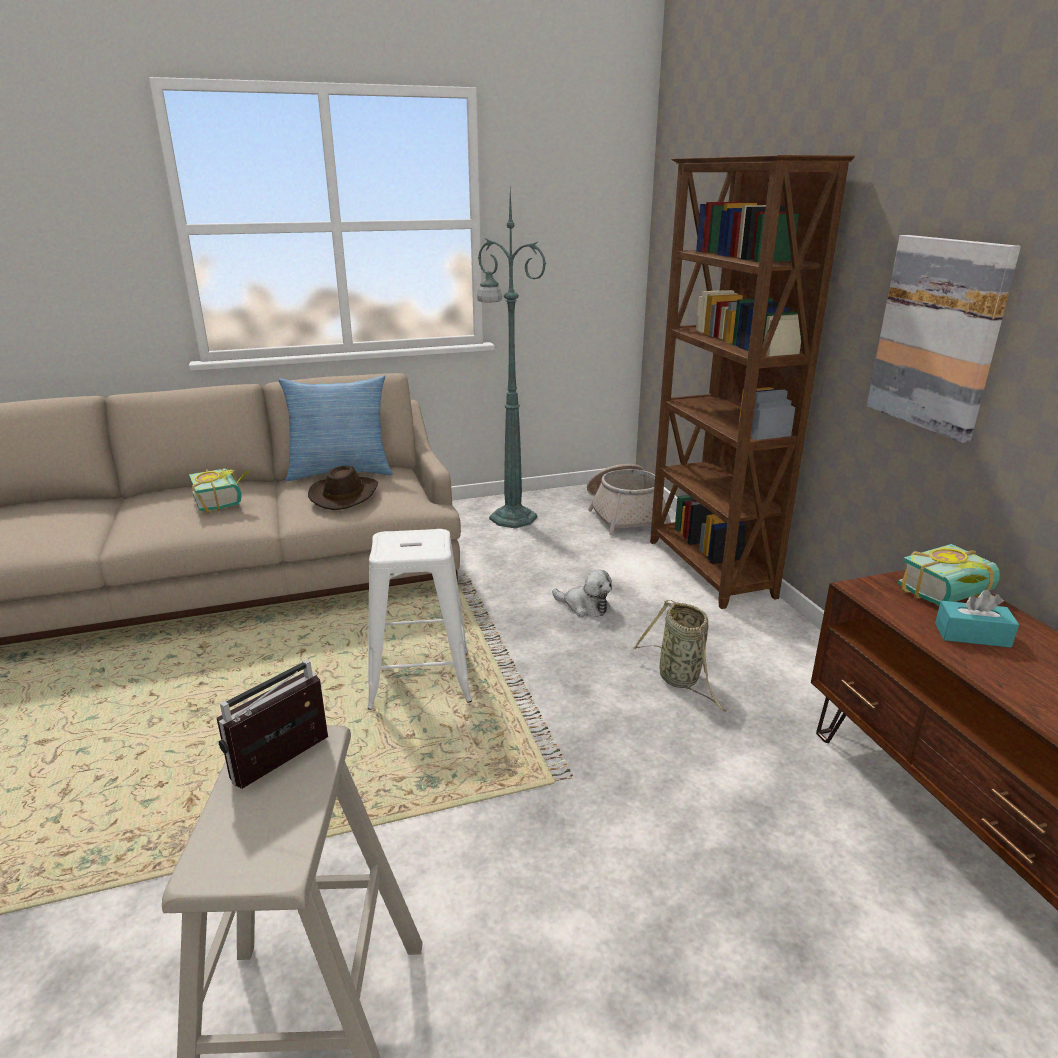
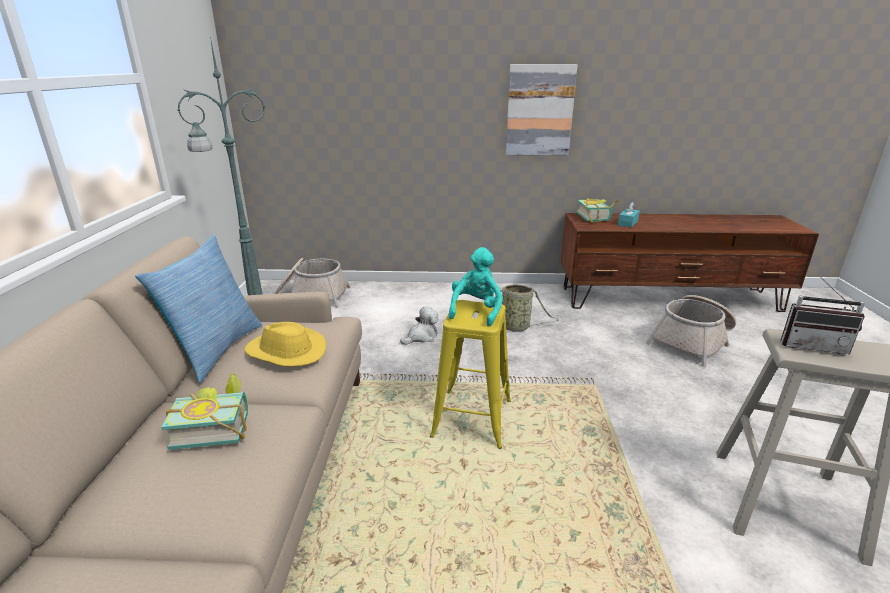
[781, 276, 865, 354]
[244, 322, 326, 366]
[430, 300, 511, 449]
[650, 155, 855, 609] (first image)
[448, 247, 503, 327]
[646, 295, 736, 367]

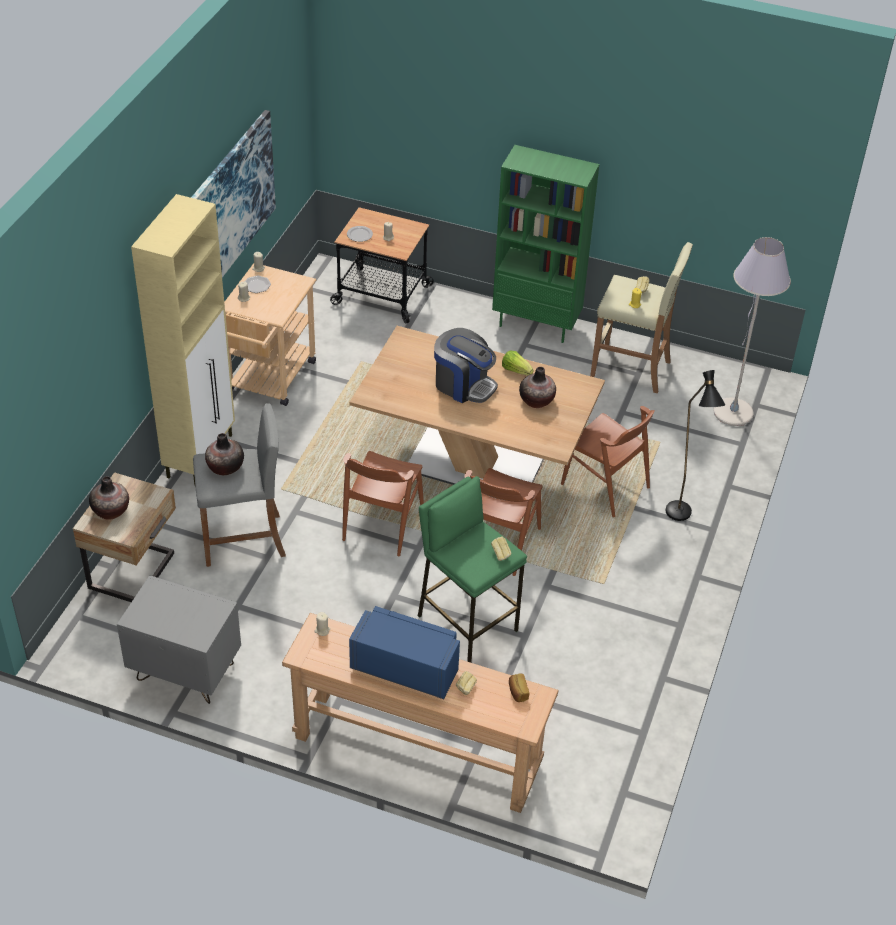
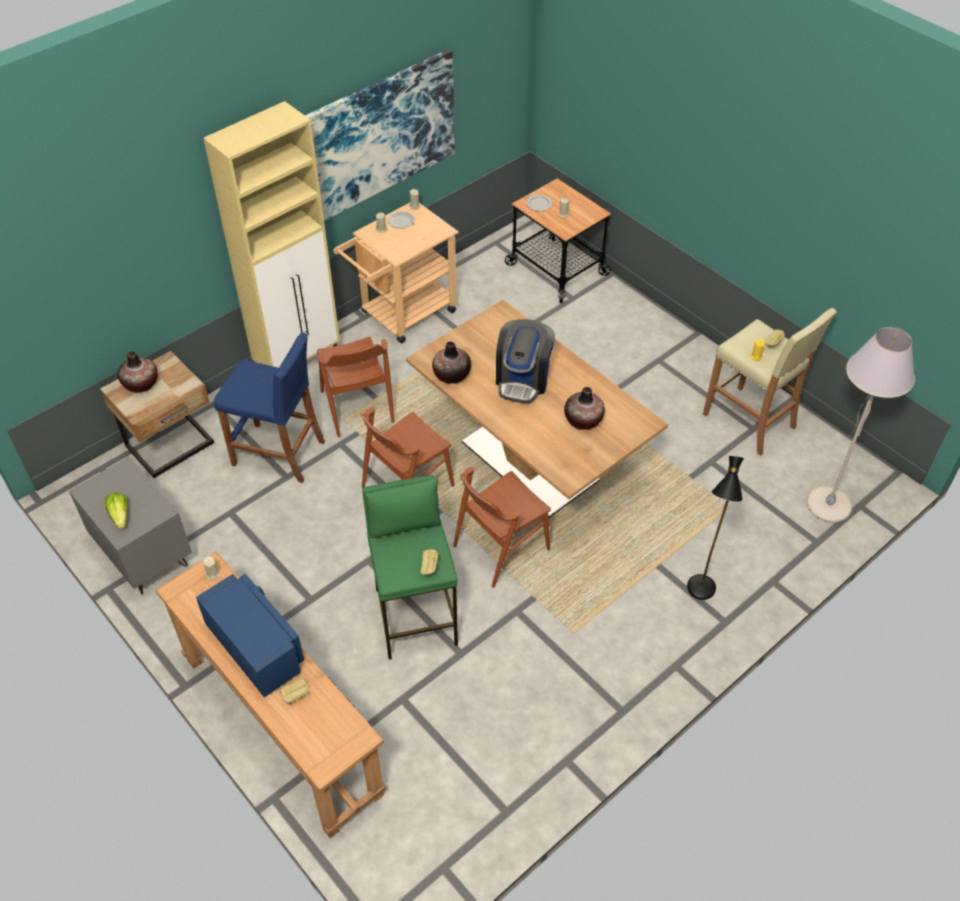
[214, 332, 325, 483]
[432, 341, 471, 384]
[496, 319, 555, 403]
[492, 145, 599, 343] (first image)
[105, 492, 128, 529]
[509, 673, 529, 702] (first image)
[317, 337, 395, 437]

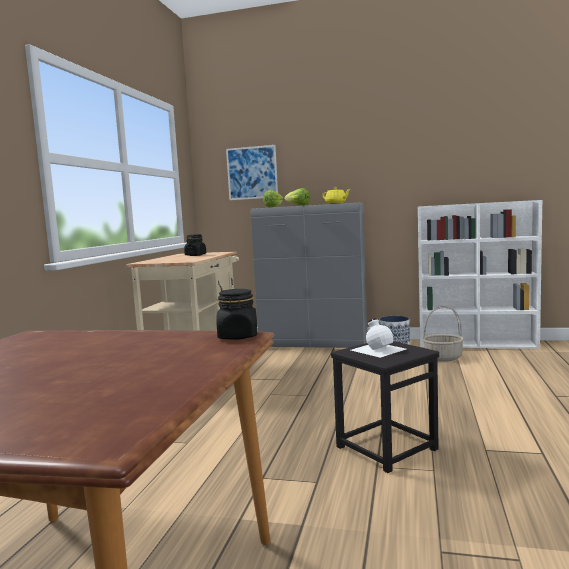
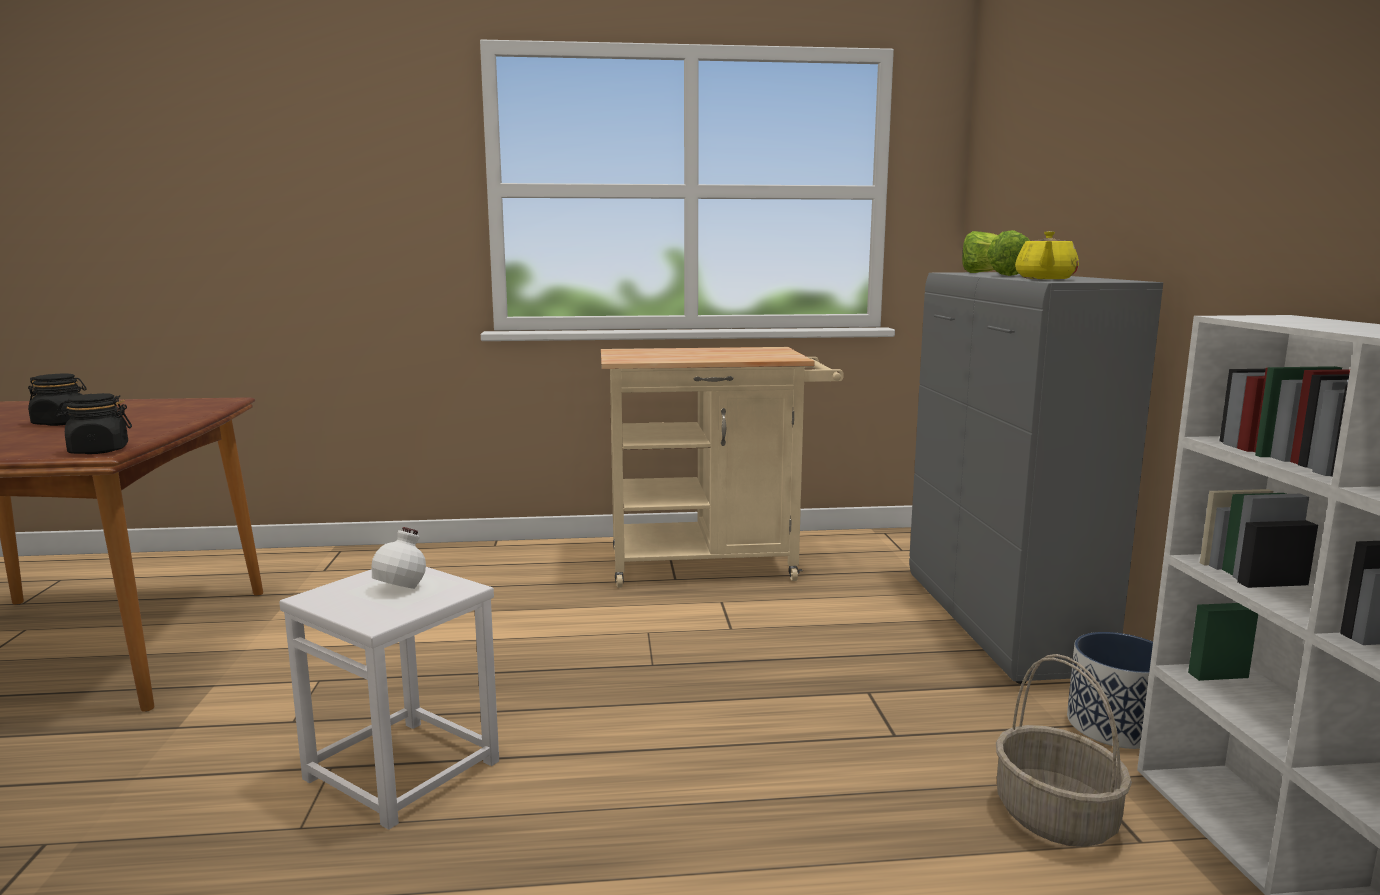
[28, 374, 87, 426]
[226, 145, 278, 200] (first image)
[279, 567, 499, 830]

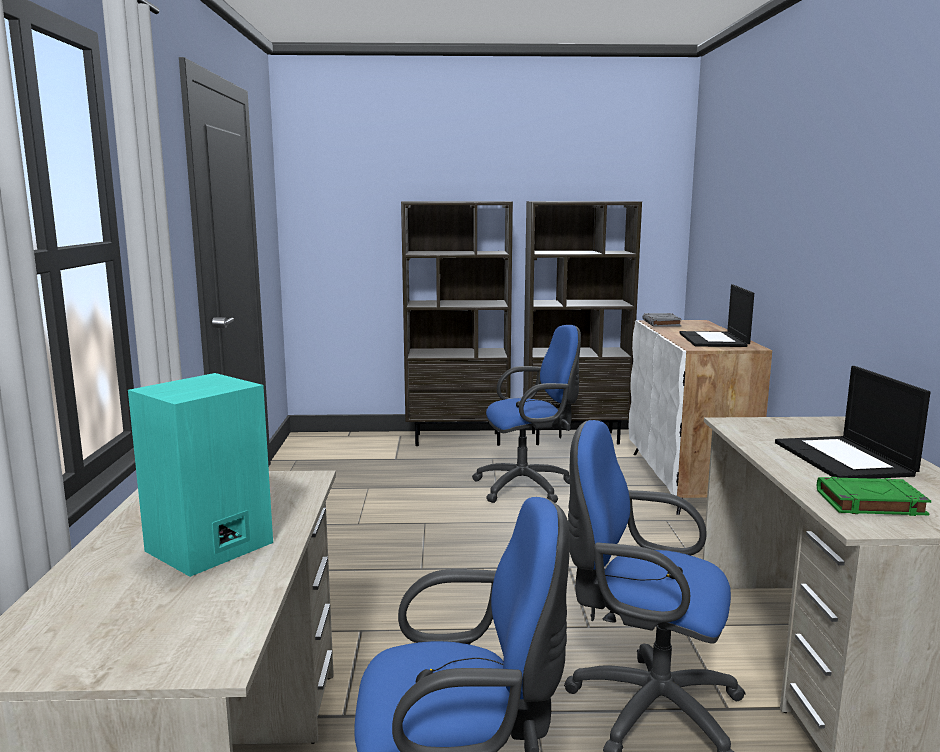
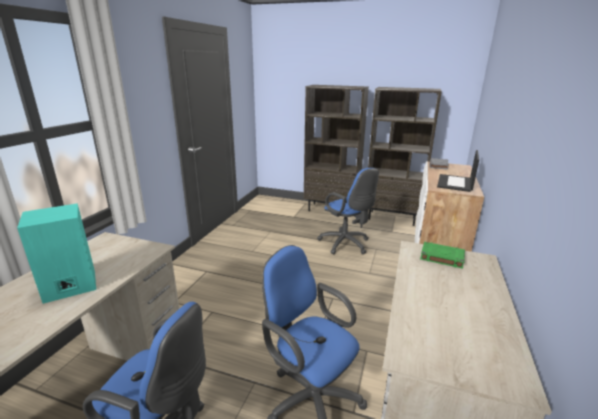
[318, 168, 379, 254]
[775, 366, 930, 479] (first image)
[420, 242, 465, 269]

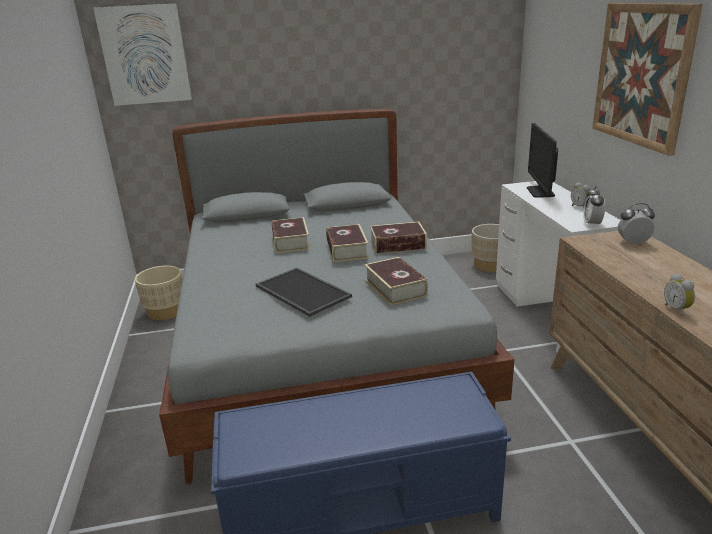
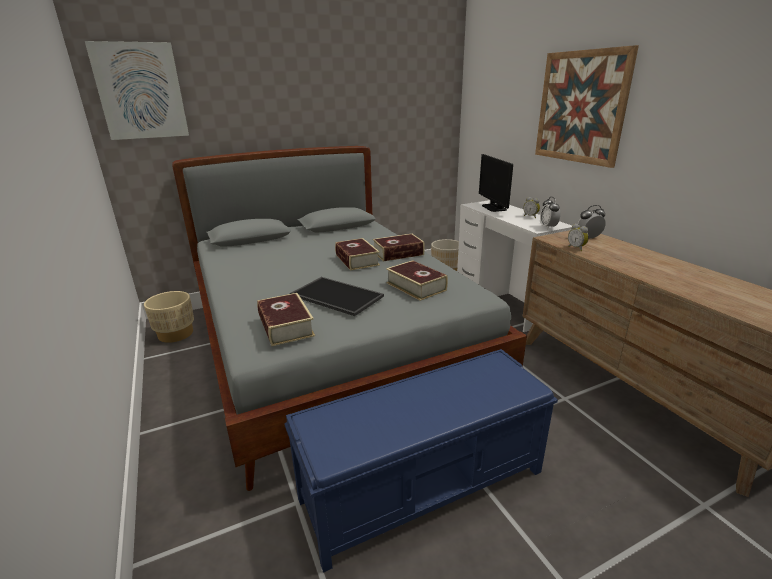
[257, 293, 315, 346]
[568, 224, 589, 251]

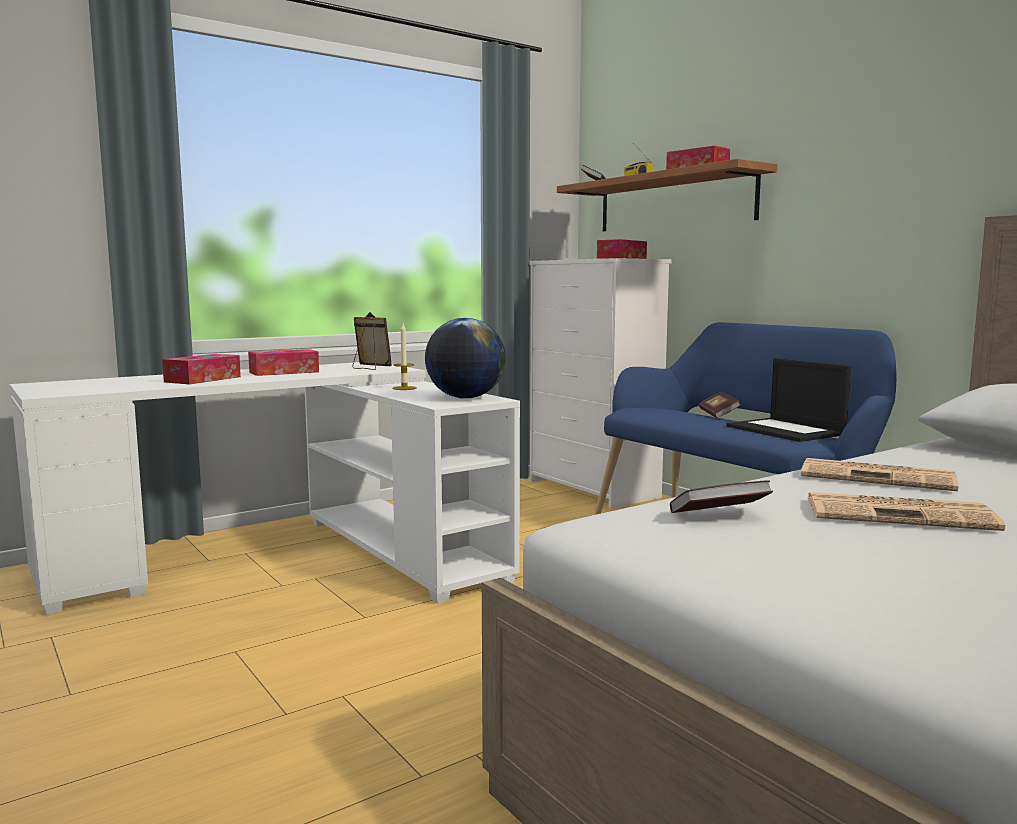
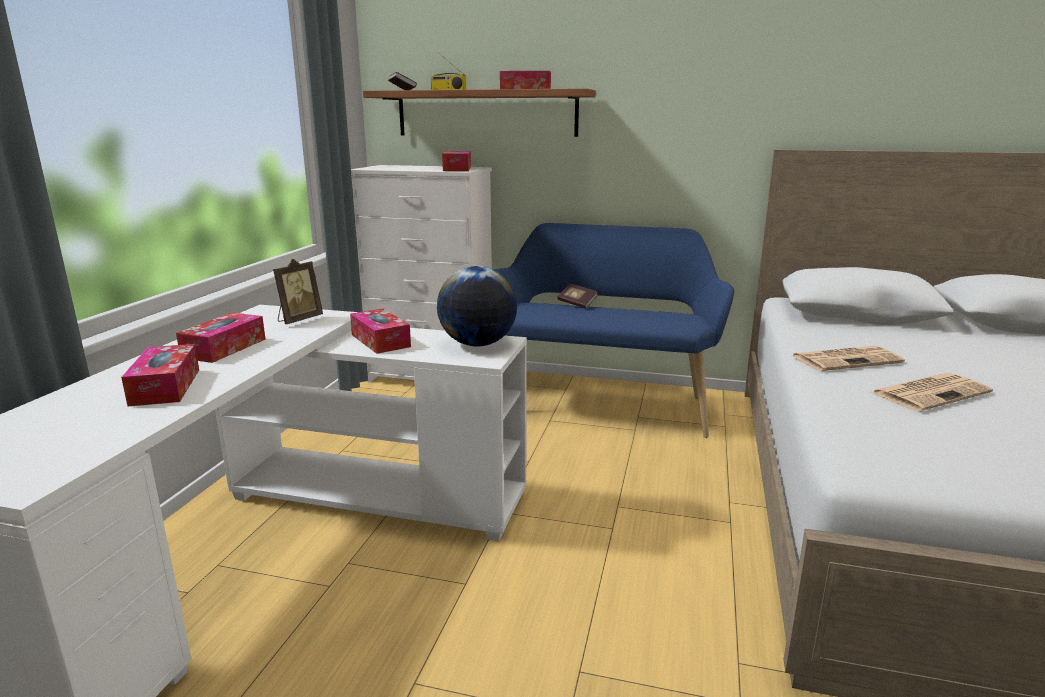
[273, 259, 323, 324]
[350, 308, 411, 354]
[670, 480, 773, 513] (first image)
[726, 358, 851, 442] (first image)

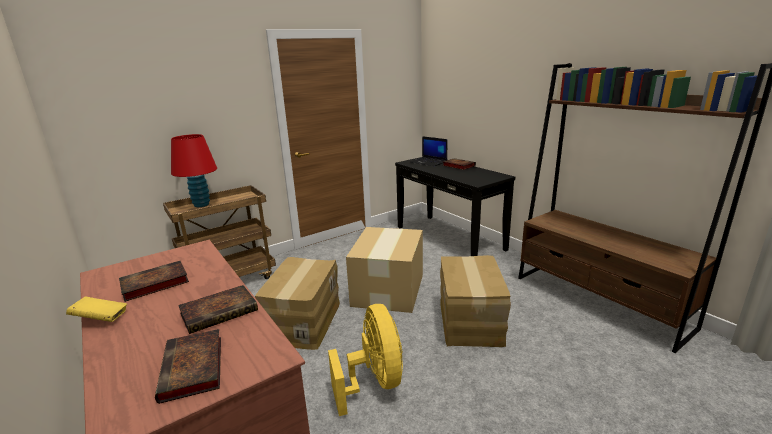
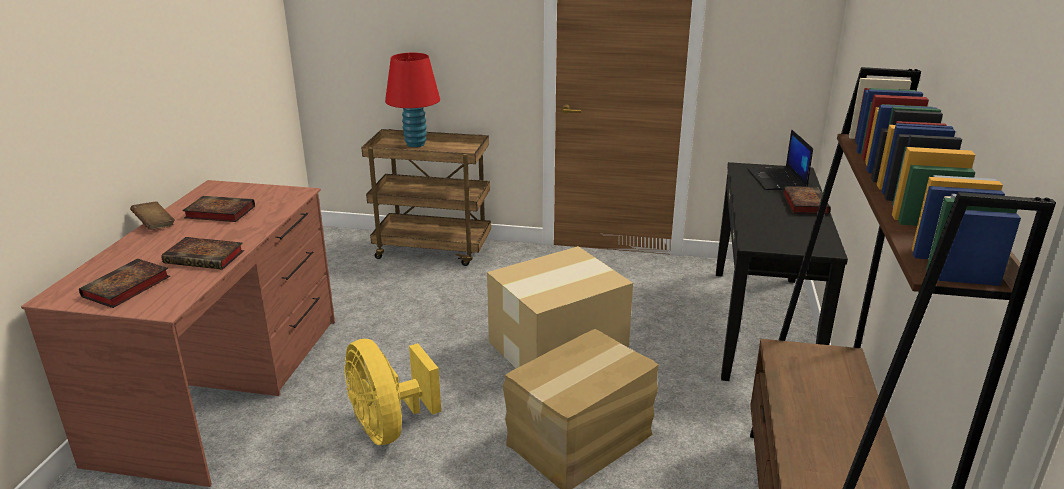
[130, 201, 175, 230]
[255, 257, 340, 350] (first image)
[344, 339, 441, 445]

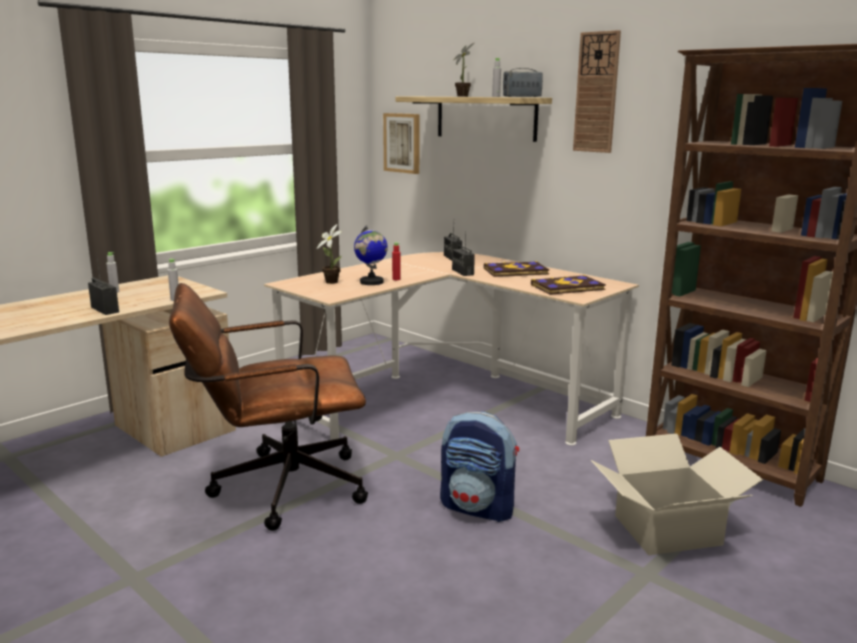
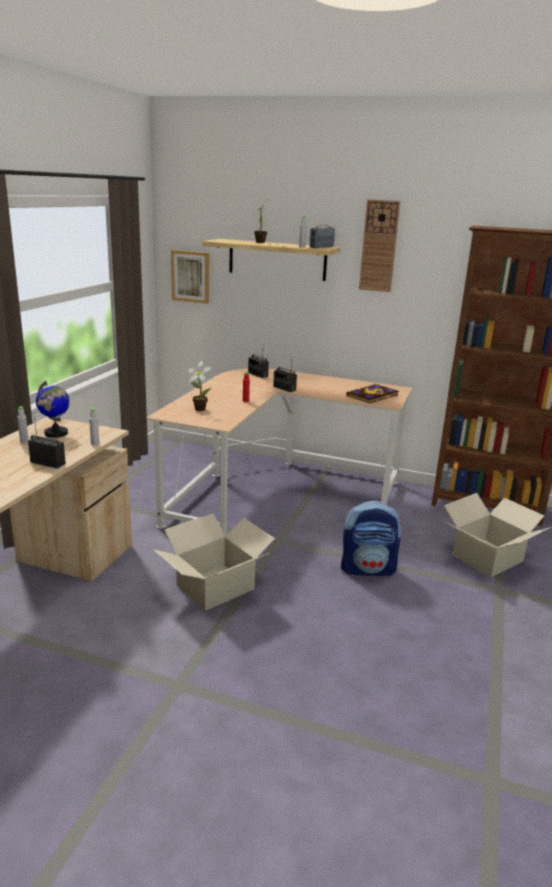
[154, 513, 275, 611]
[36, 381, 70, 438]
[484, 261, 549, 277] (first image)

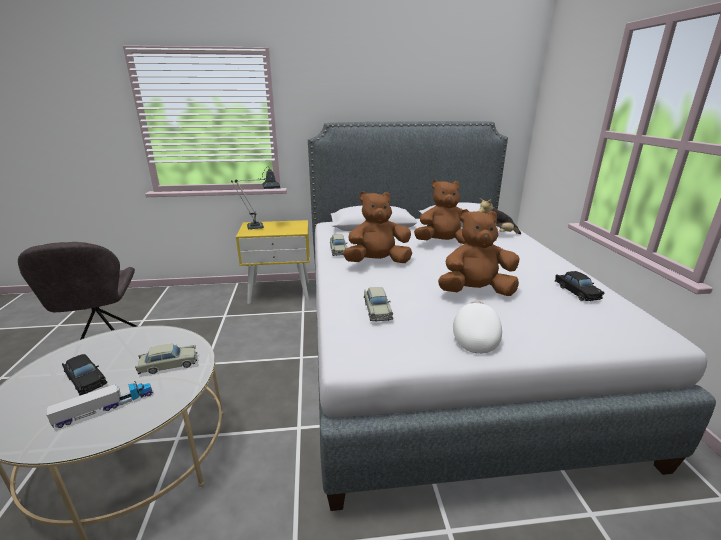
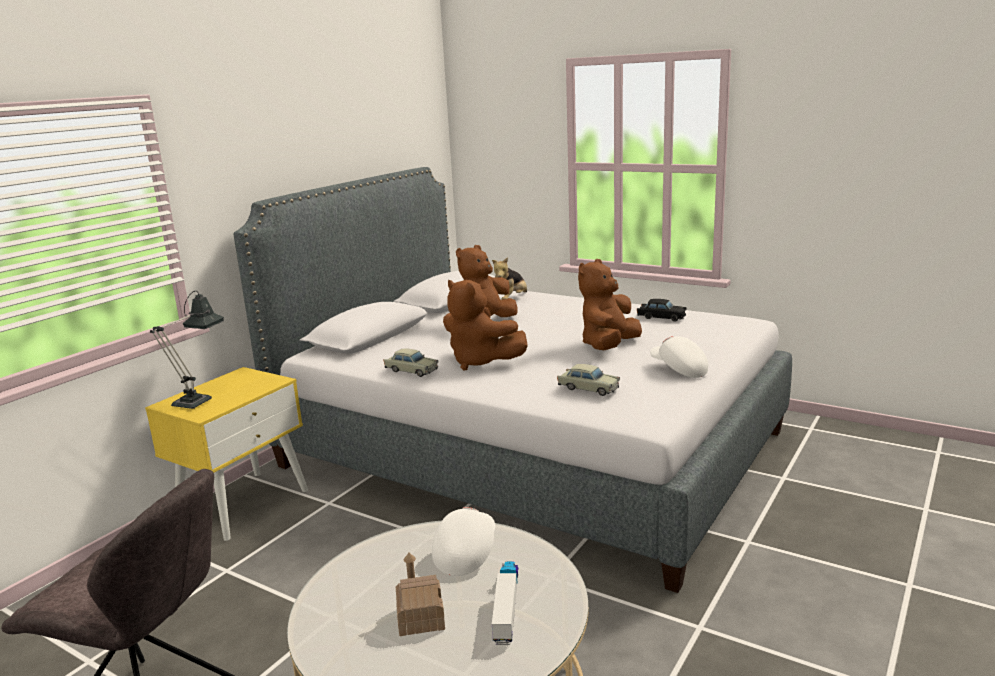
[396, 553, 445, 636]
[432, 507, 495, 576]
[443, 280, 528, 371]

